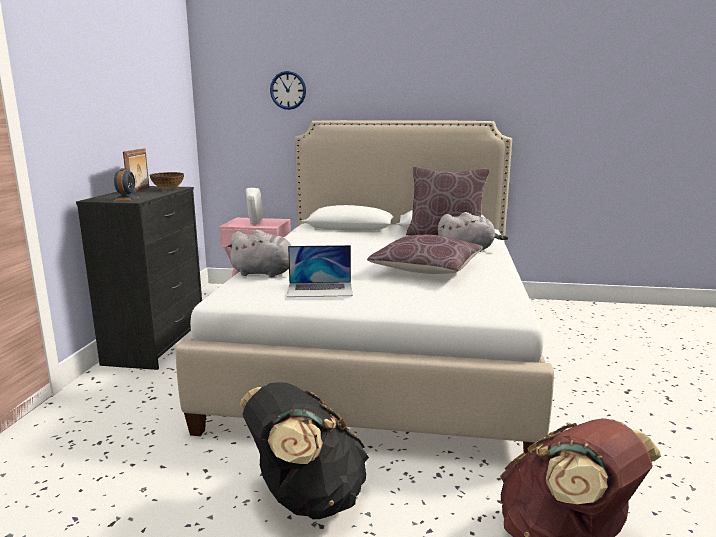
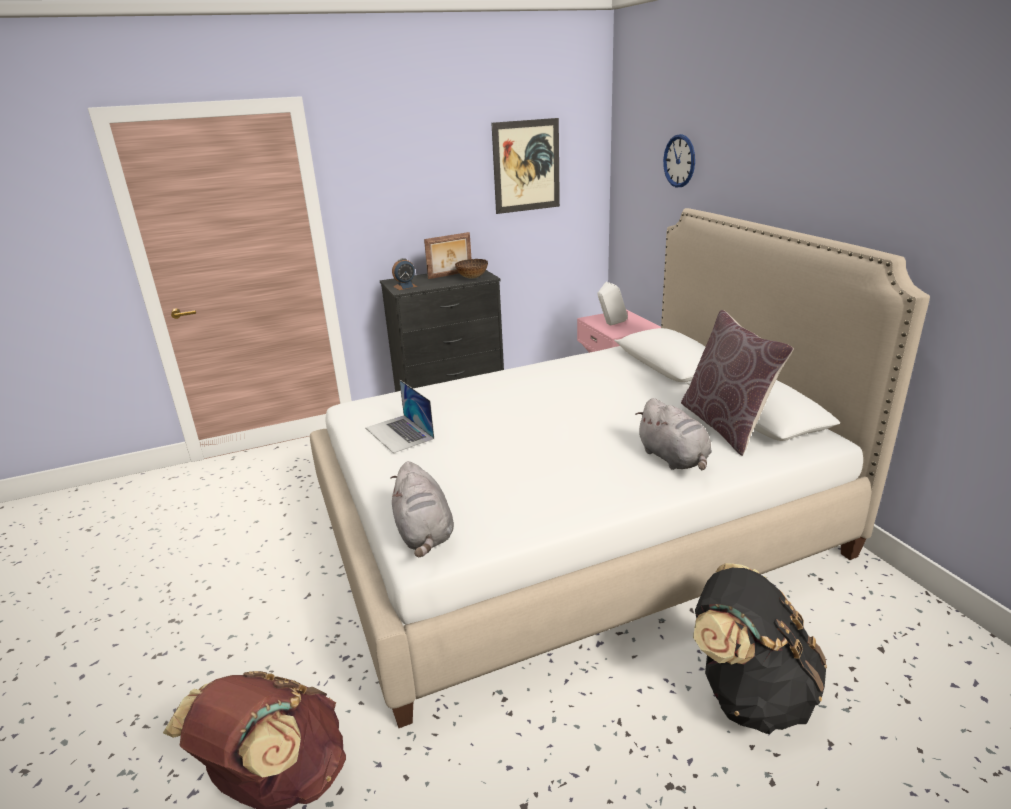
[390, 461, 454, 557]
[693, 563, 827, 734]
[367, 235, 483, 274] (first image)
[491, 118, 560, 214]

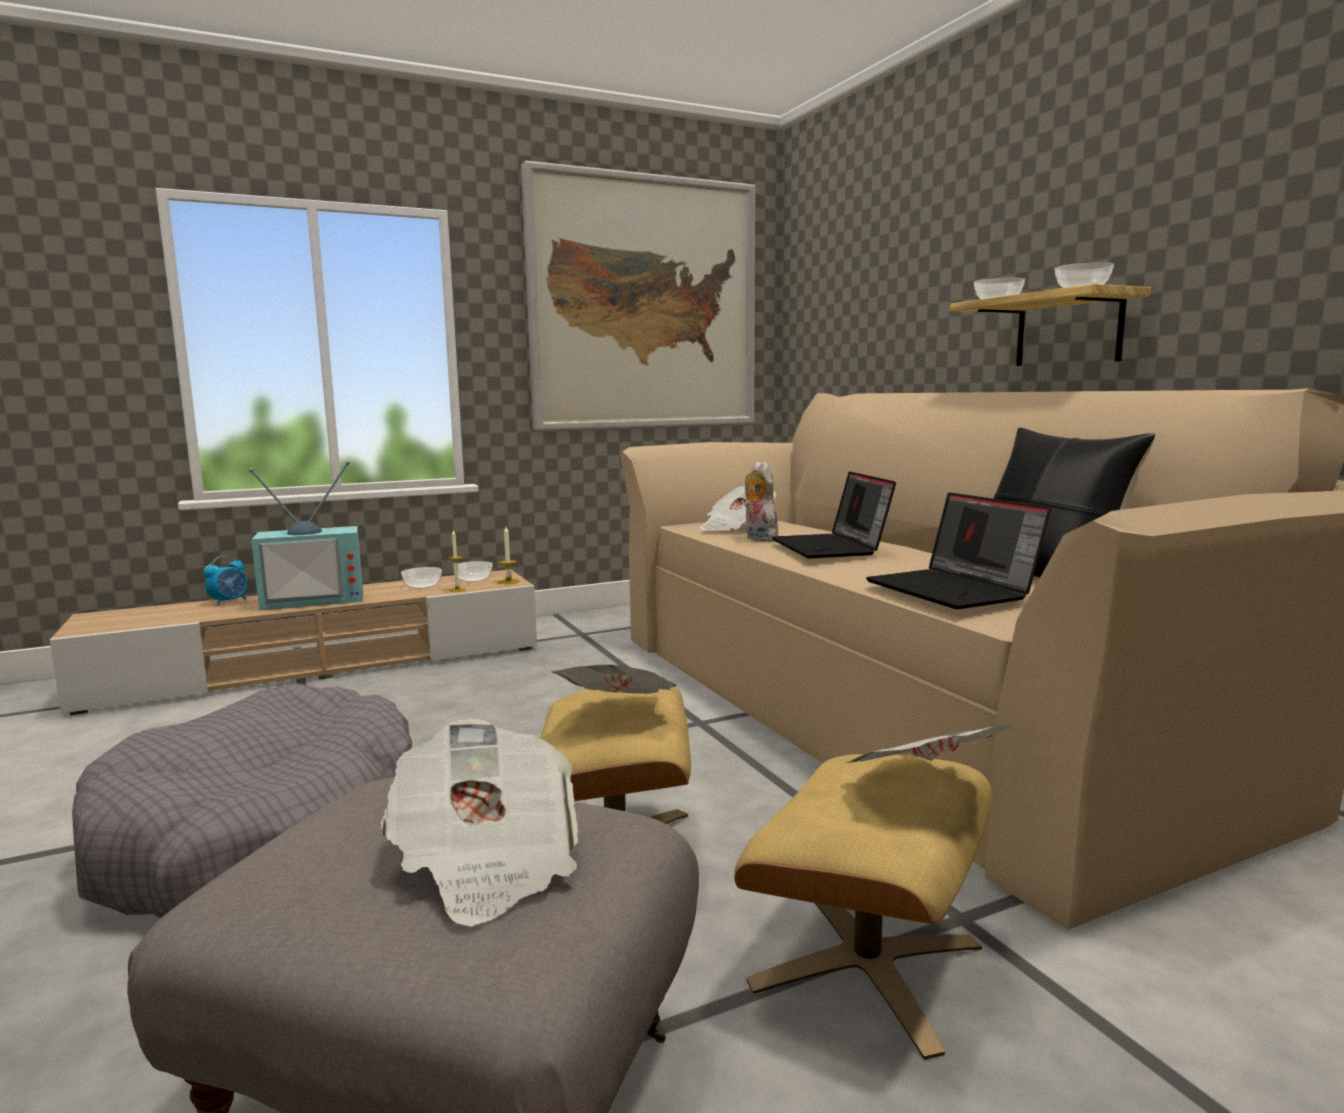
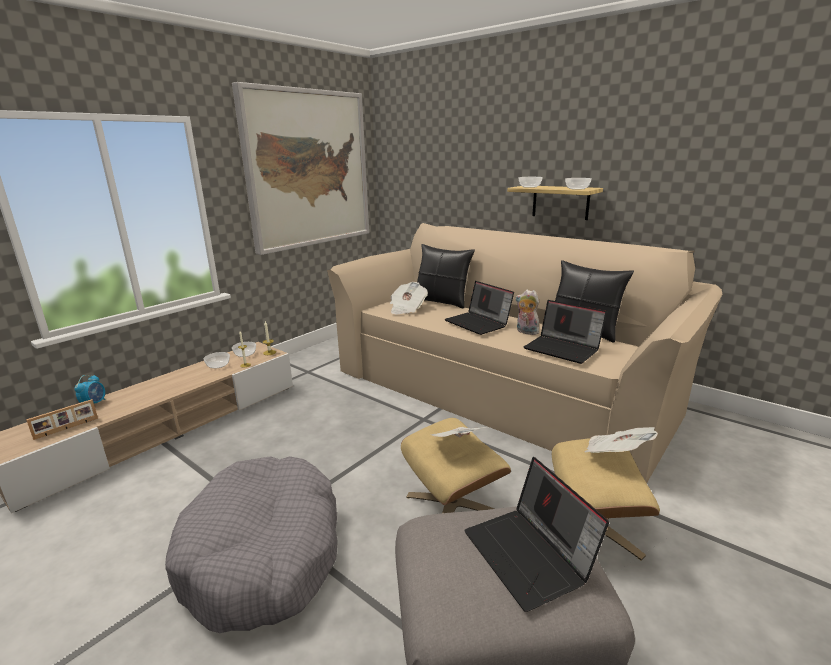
[249, 460, 363, 611] (first image)
[464, 457, 609, 612]
[515, 290, 539, 335]
[26, 399, 98, 440]
[417, 244, 475, 308]

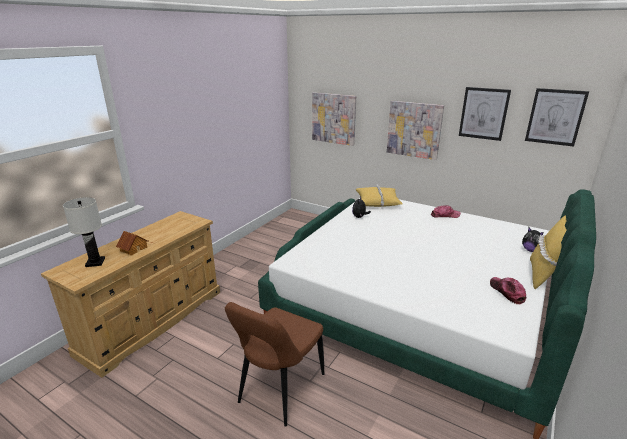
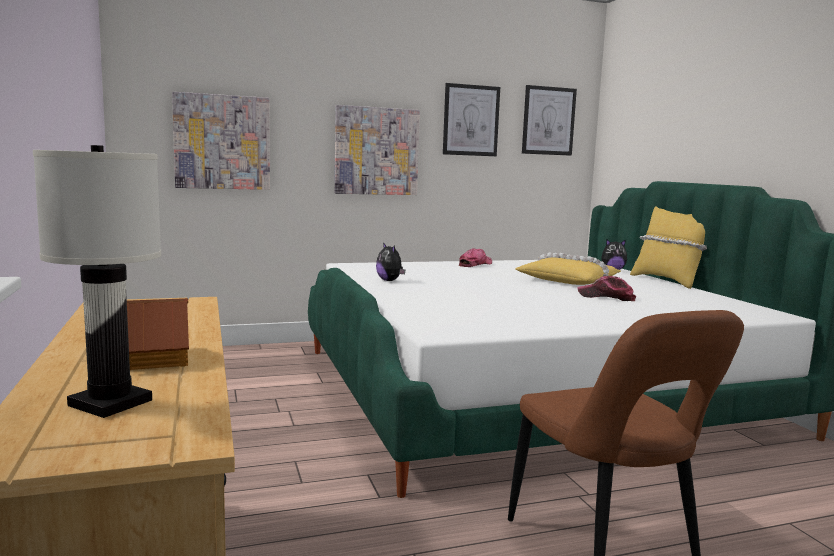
[515, 253, 621, 285]
[578, 276, 636, 301]

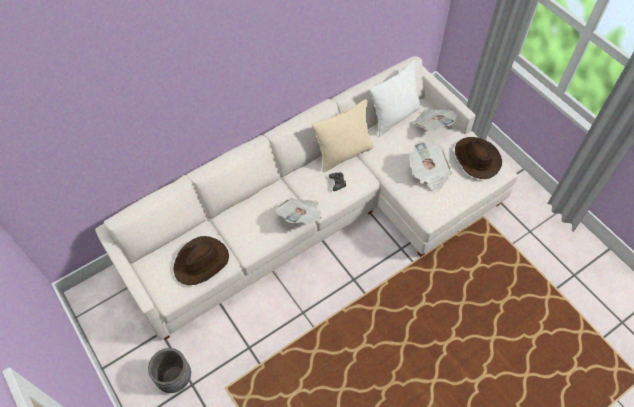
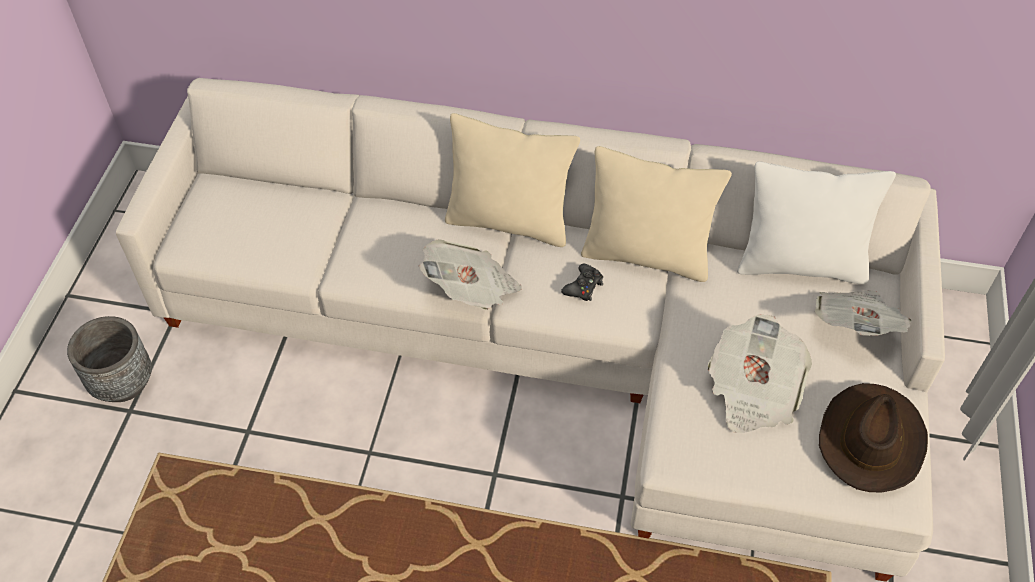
[173, 236, 229, 285] (first image)
[445, 113, 580, 247]

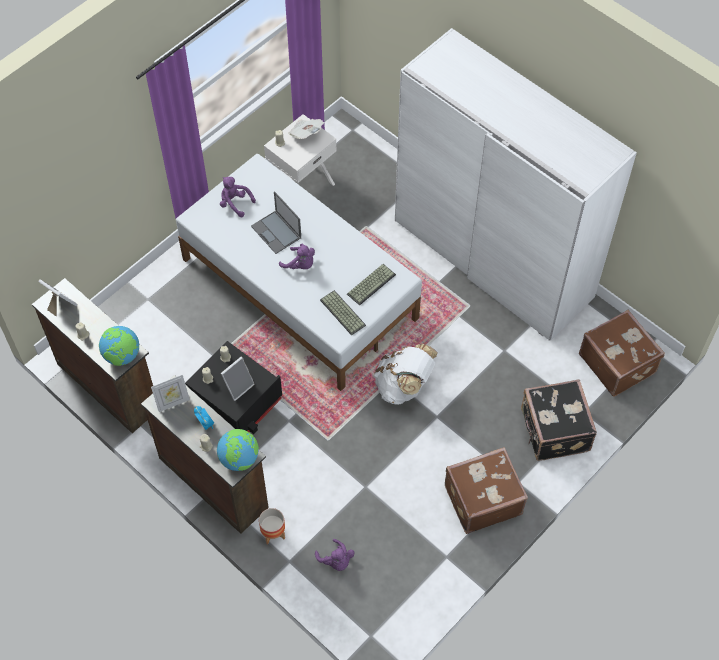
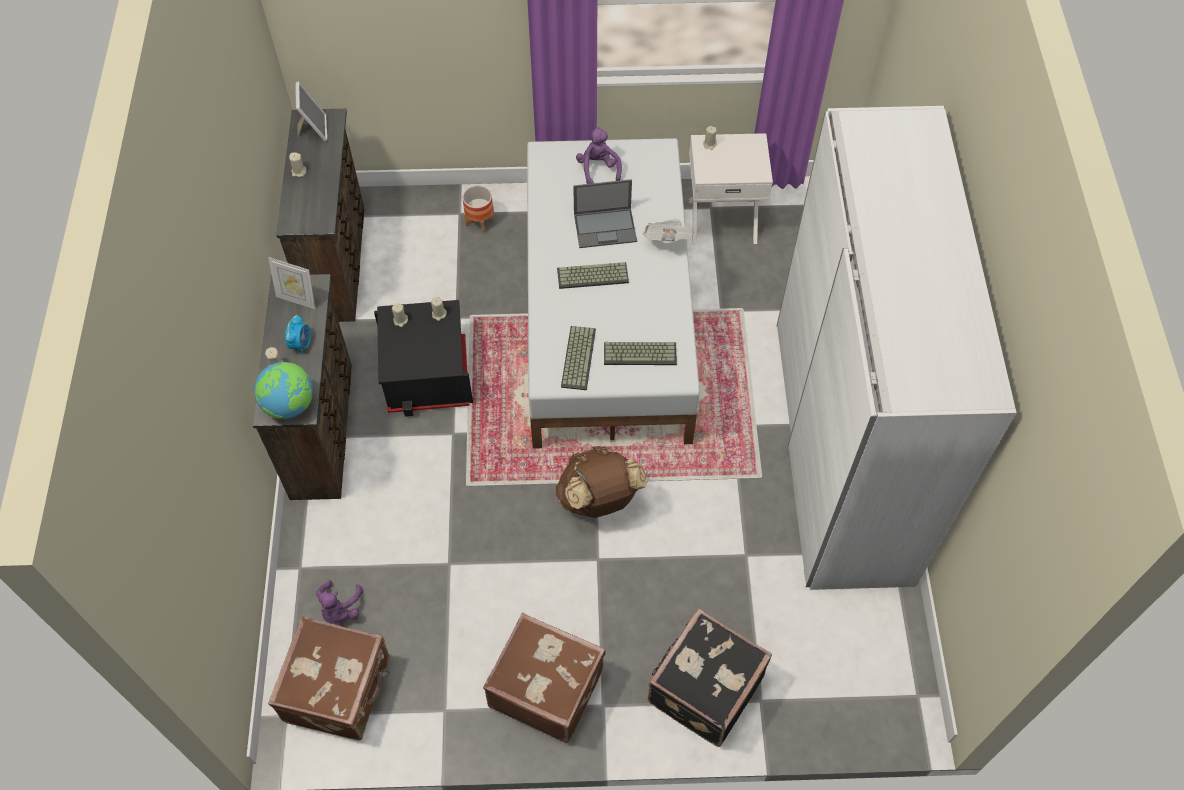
[99, 326, 139, 366] (first image)
[221, 357, 255, 401] (first image)
[573, 179, 637, 248]
[463, 185, 495, 234]
[557, 262, 629, 289]
[643, 219, 694, 243]
[556, 446, 647, 518]
[268, 616, 390, 740]

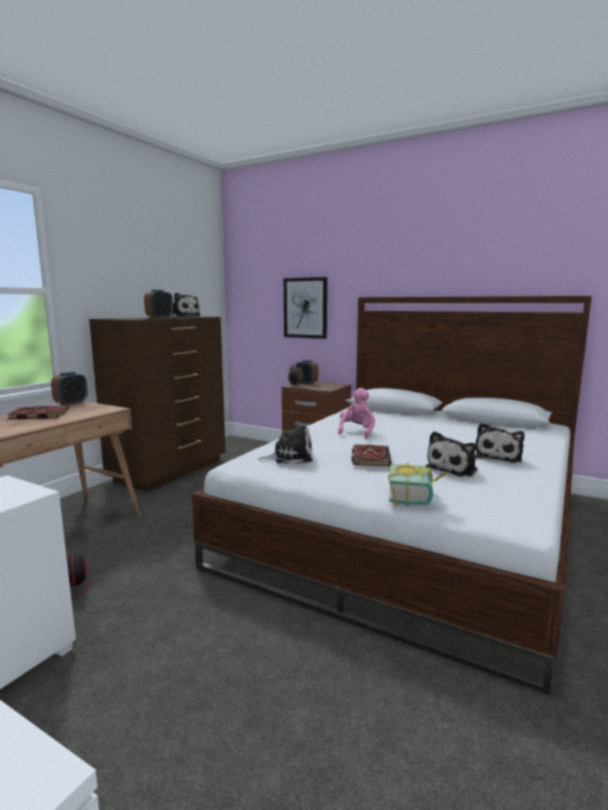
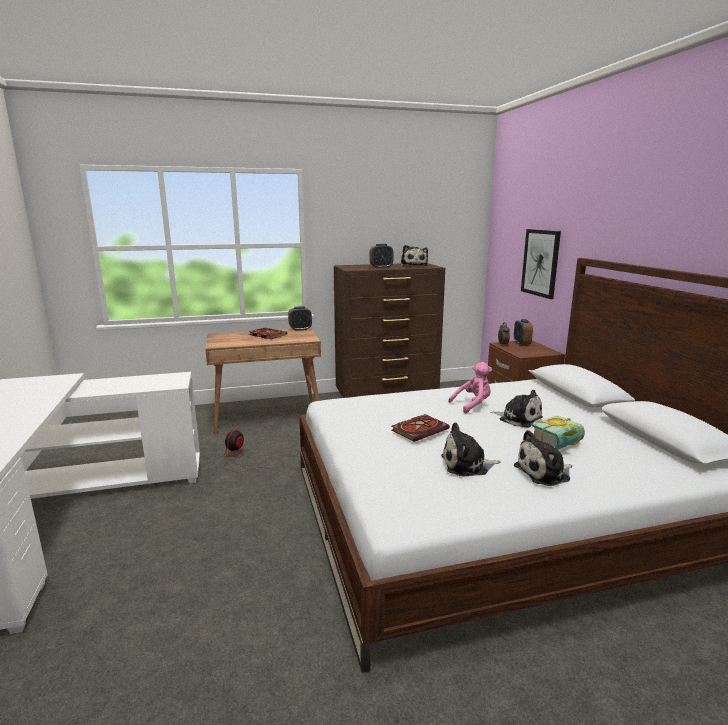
[490, 390, 543, 428]
[532, 415, 585, 450]

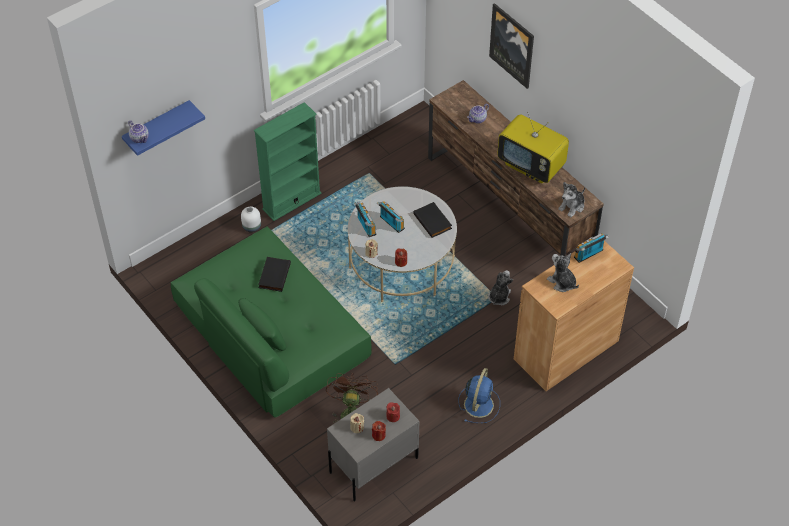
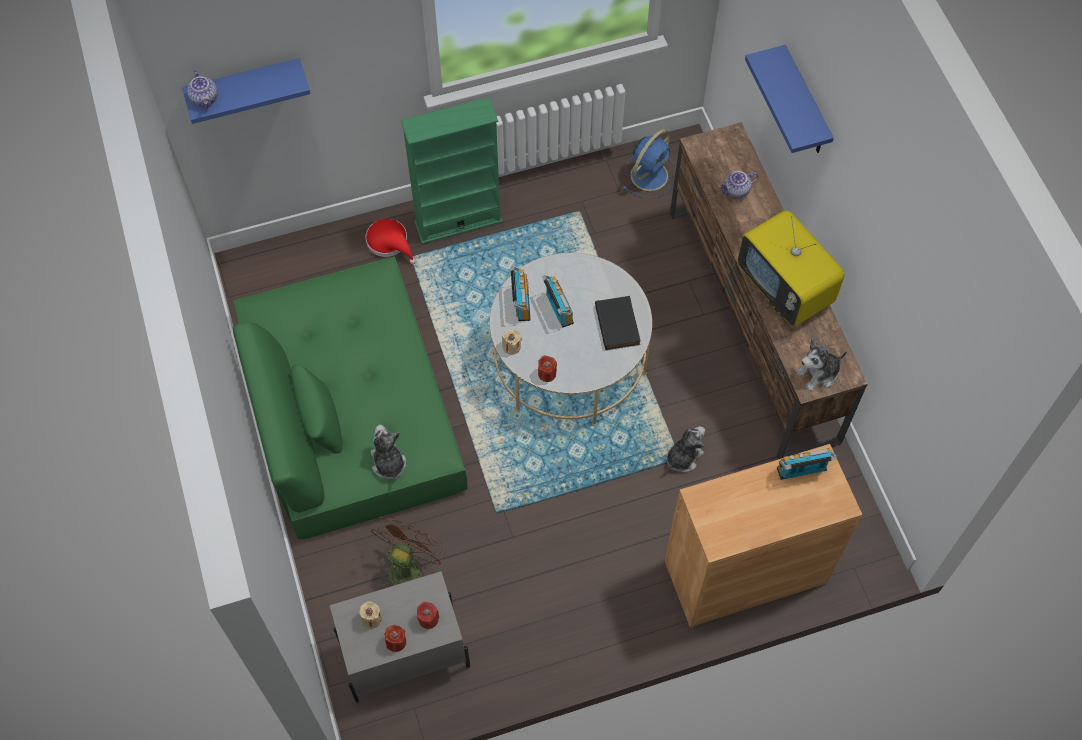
[365, 219, 416, 264]
[258, 257, 291, 292] (first image)
[624, 129, 676, 198]
[745, 45, 834, 153]
[371, 425, 406, 481]

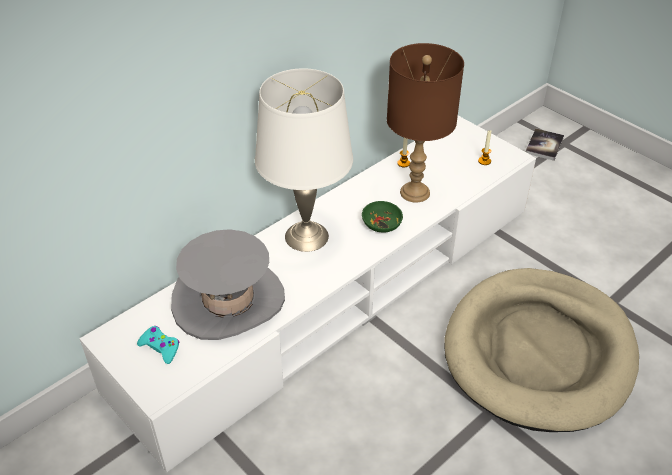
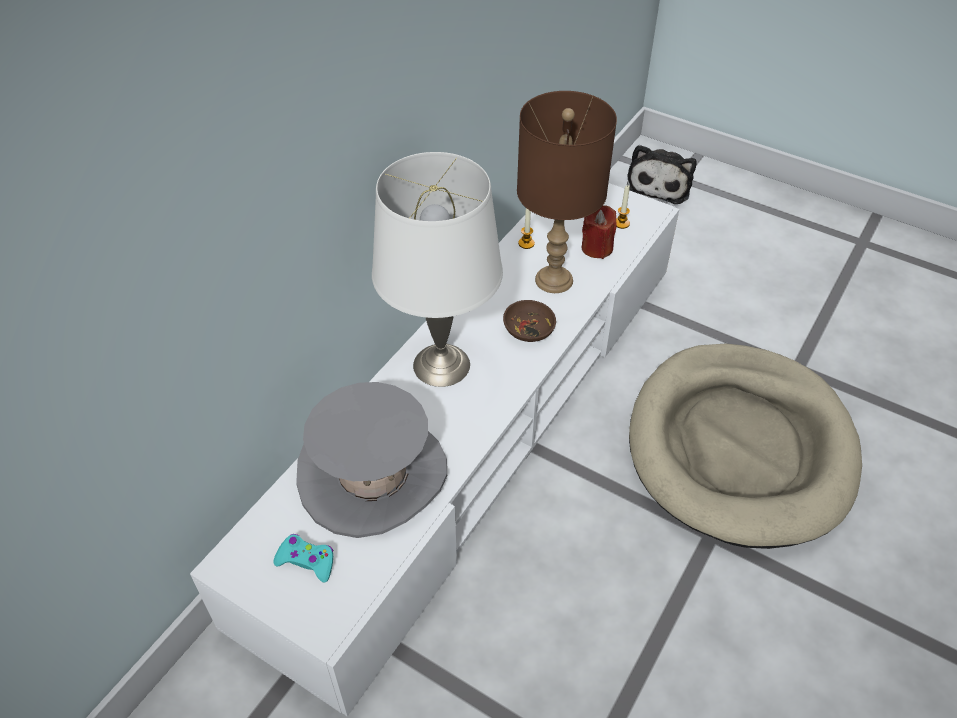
[503, 300, 556, 342]
[627, 145, 696, 204]
[582, 205, 617, 259]

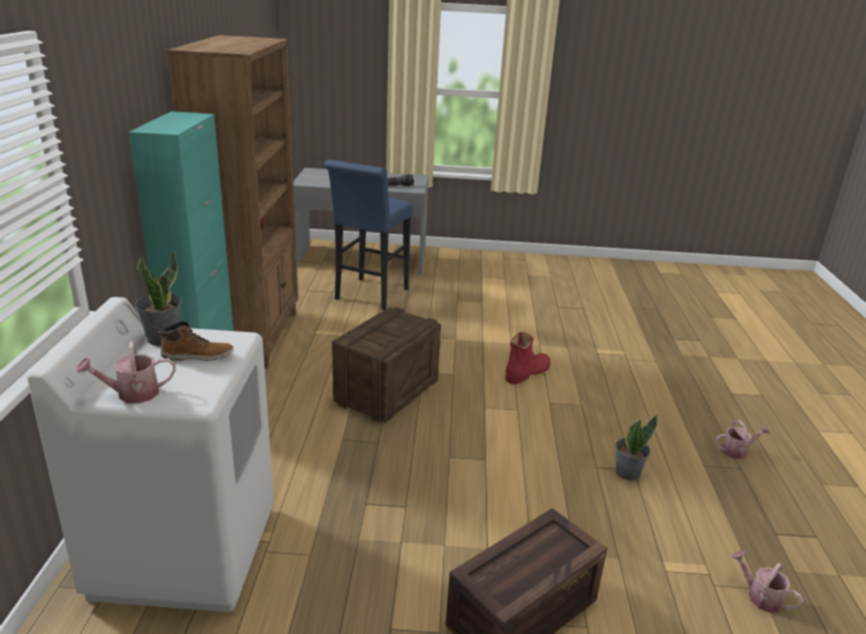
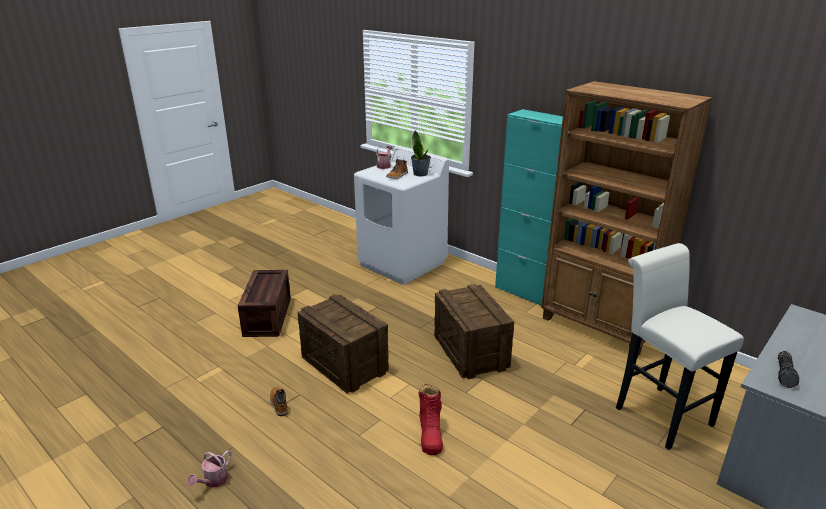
[616, 243, 744, 450]
[270, 387, 288, 416]
[731, 551, 804, 613] (first image)
[297, 294, 389, 394]

